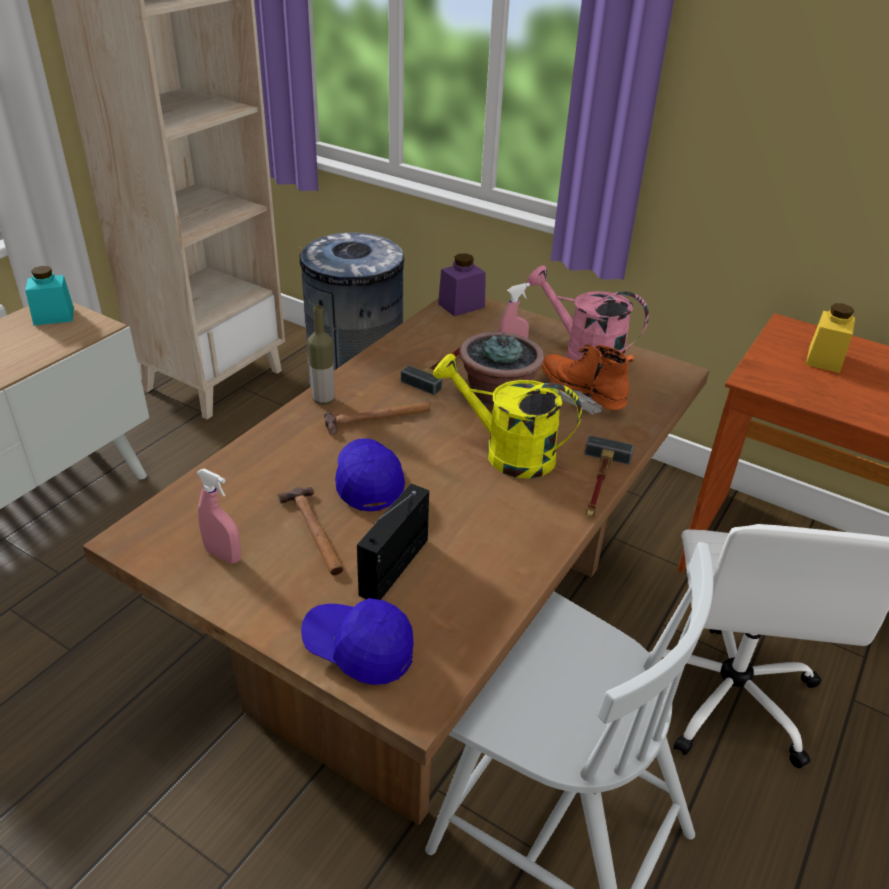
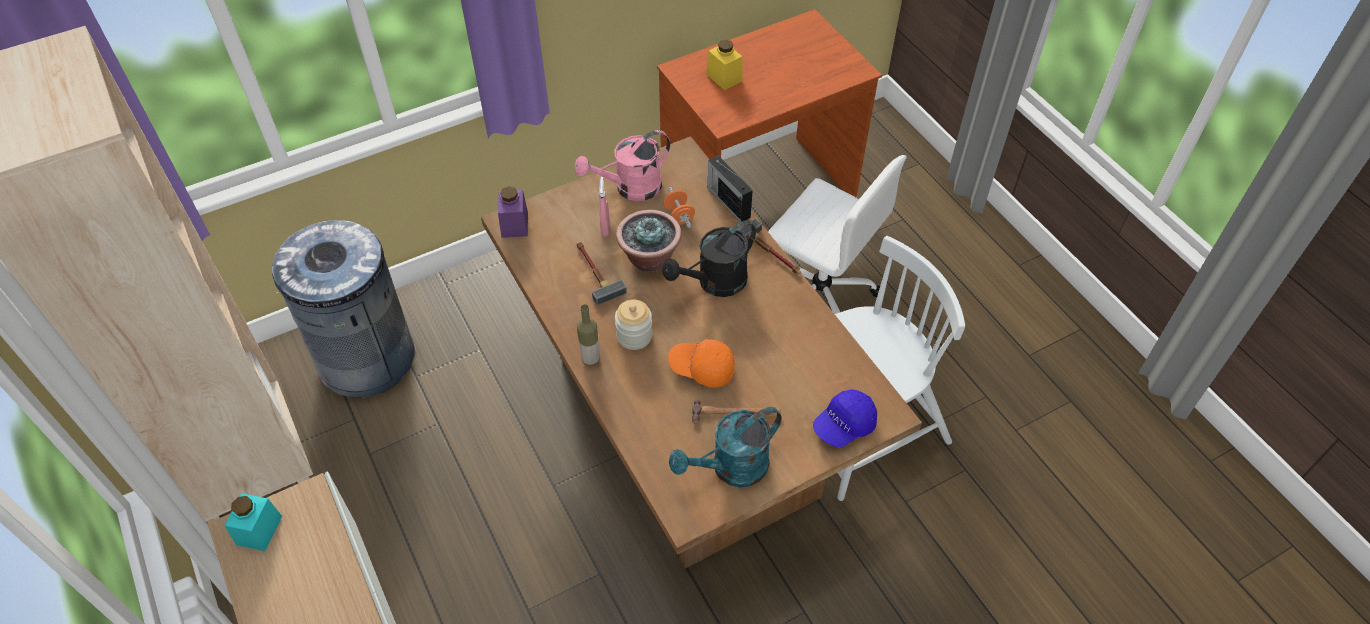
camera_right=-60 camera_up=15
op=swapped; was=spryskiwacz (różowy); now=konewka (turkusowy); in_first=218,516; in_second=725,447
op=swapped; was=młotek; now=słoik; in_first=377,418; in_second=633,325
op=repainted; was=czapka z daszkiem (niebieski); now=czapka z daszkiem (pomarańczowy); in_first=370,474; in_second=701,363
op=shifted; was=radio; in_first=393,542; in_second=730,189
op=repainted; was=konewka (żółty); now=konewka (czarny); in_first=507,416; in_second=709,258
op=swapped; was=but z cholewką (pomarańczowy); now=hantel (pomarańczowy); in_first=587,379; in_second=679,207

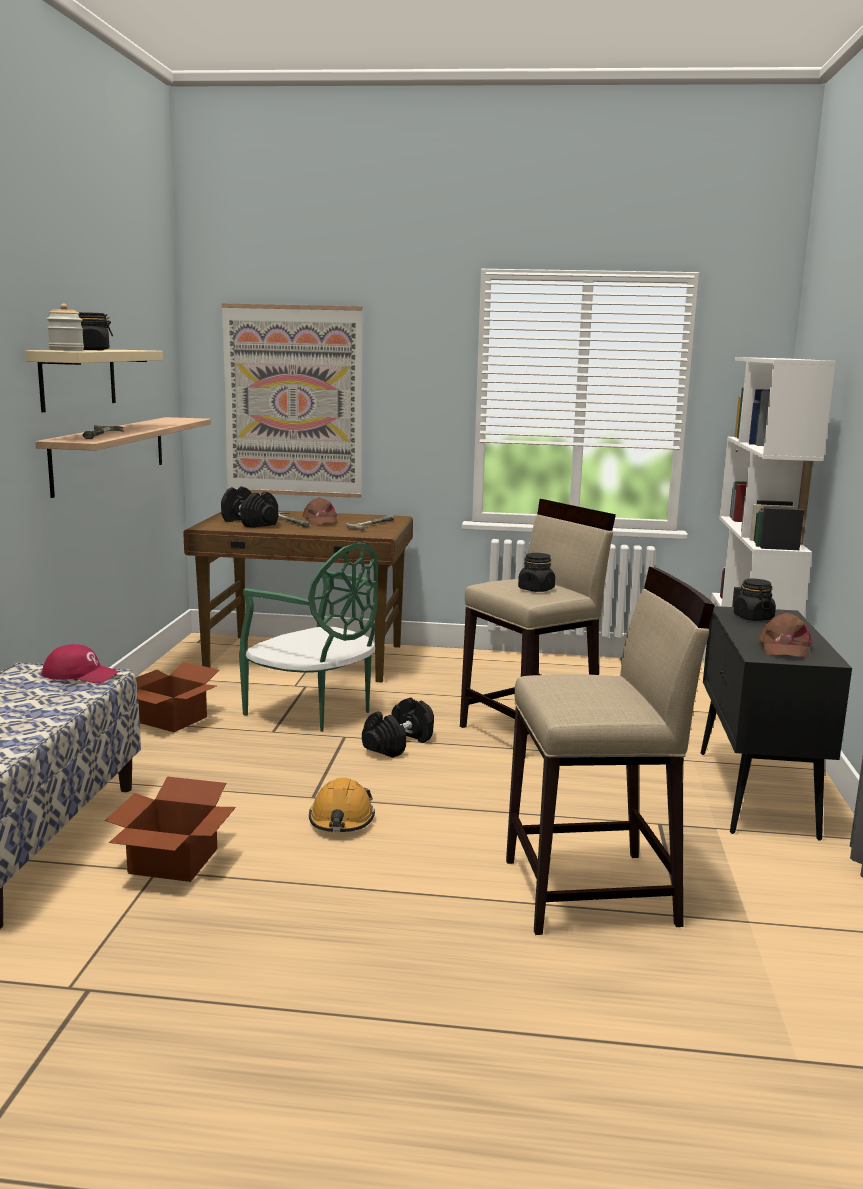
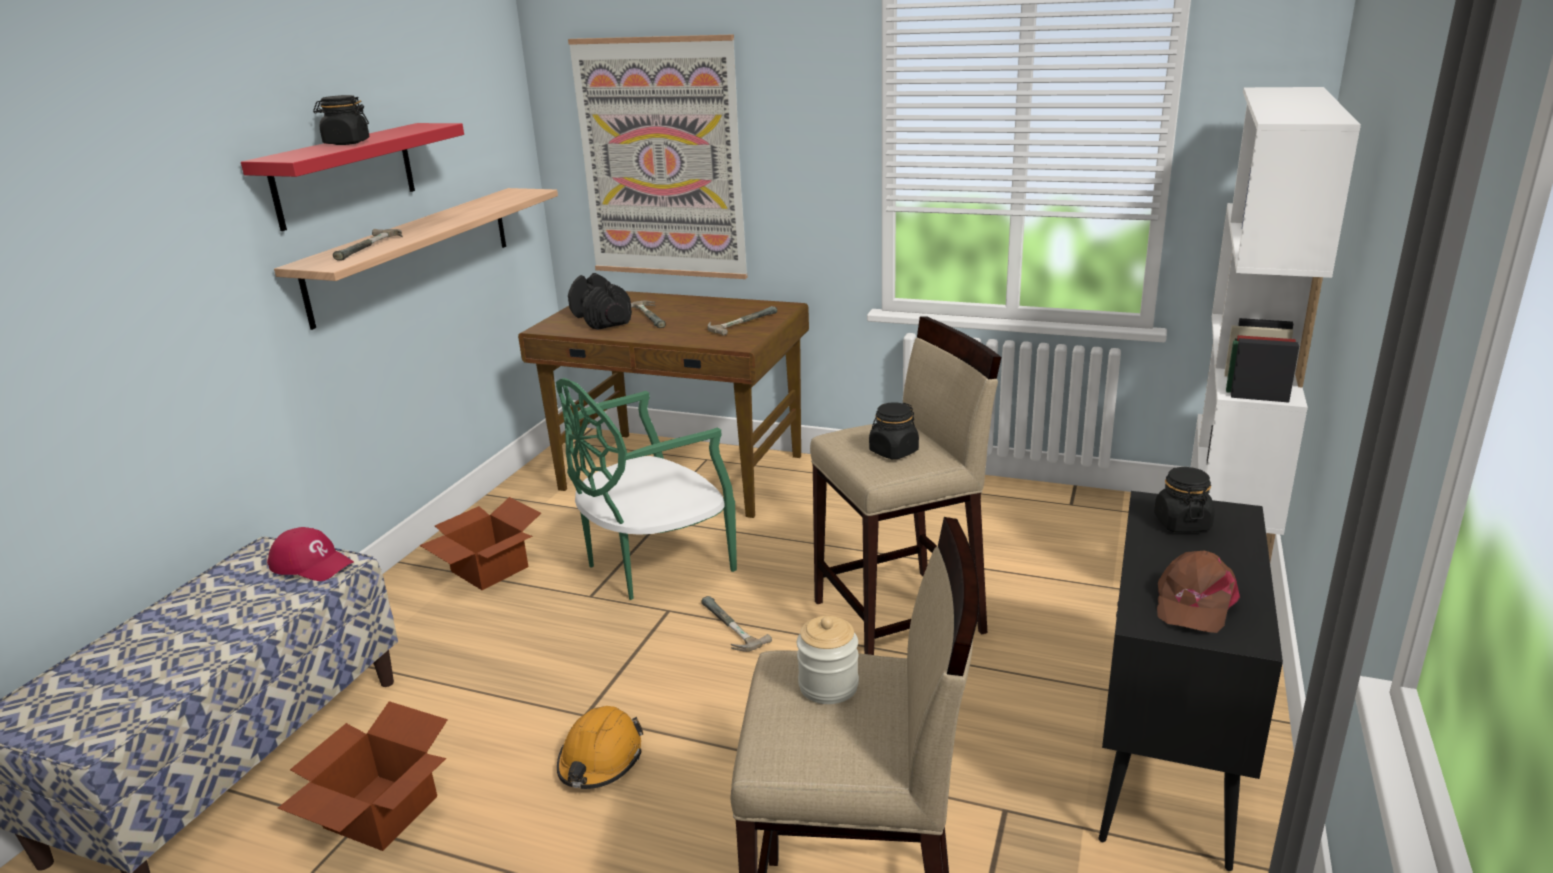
camera_right=15 camera_up=10
op=repainted; was=półka (beżowy); now=półka (czerwony); in_first=94,381; in_second=352,177
op=shifted; was=słoik; in_first=65,327; in_second=828,660
op=rotated; was=krzesło (zielony); in_first=308,637; in_second=646,489; clockwise=90
op=gone; was=czapka z daszkiem (brązowy); in_first=320,511
op=swapped; was=hantel (czarny); now=młotek; in_first=398,727; in_second=736,624

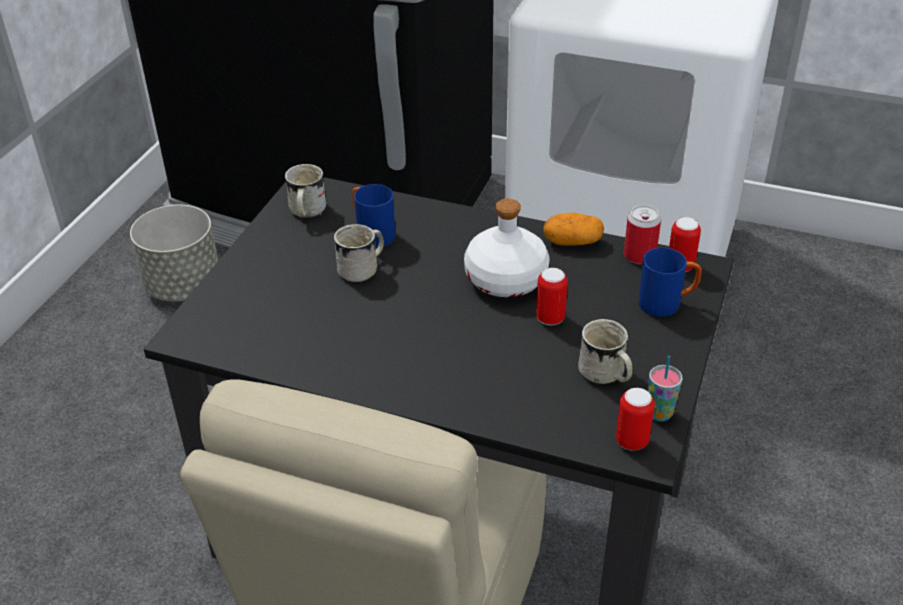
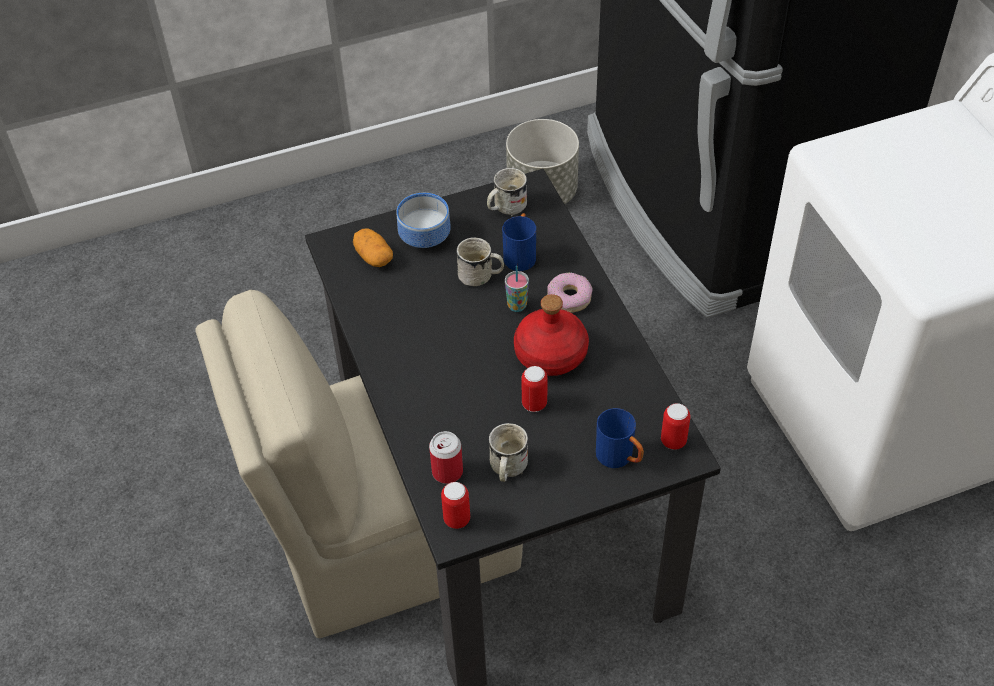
camera_right=50 camera_up=10
op=repainted; was=butelka (biały); now=butelka (czerwony); in_first=507,248; in_second=551,335
op=shifted; was=ziemniak; in_first=573,229; in_second=373,247
op=shifted; was=puszka; in_first=642,234; in_second=446,457
op=shifted; was=filiżanka; in_first=665,389; in_second=517,289
op=new; now=miska; in_second=423,220
op=new; now=donut; in_second=570,293

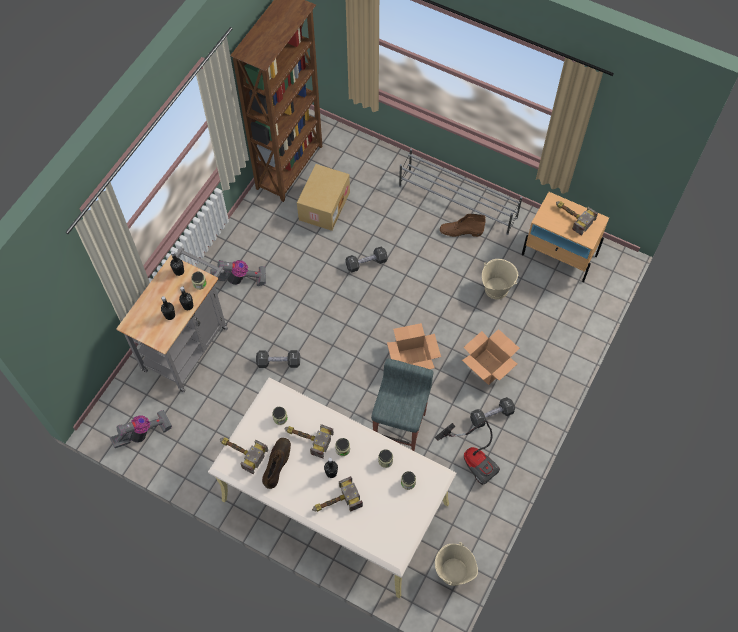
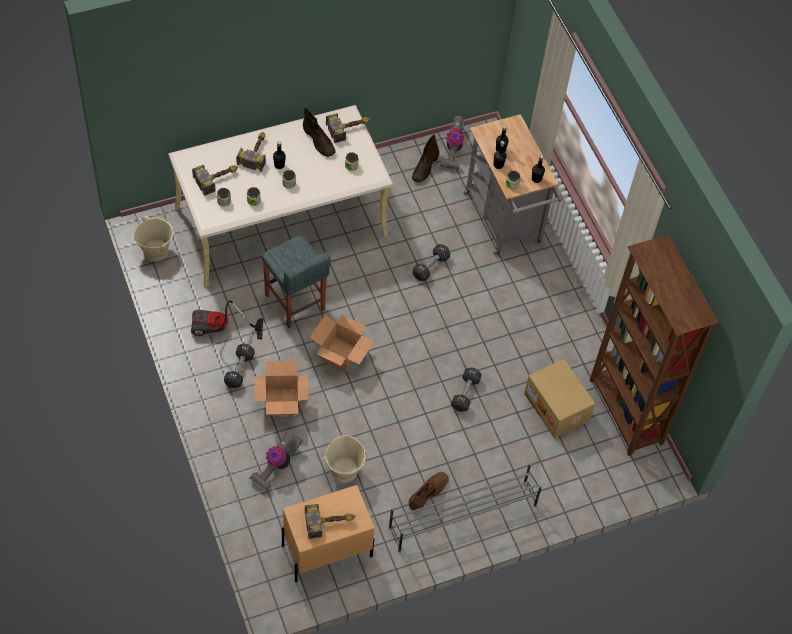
camera_right=125 camera_up=-5
op=shifted; was=odkurzacz; in_first=238,273; in_second=276,461
op=shifted; was=młotek; in_first=309,441; in_second=215,180
op=new; now=but z cholewką (brązowy); in_second=425,158

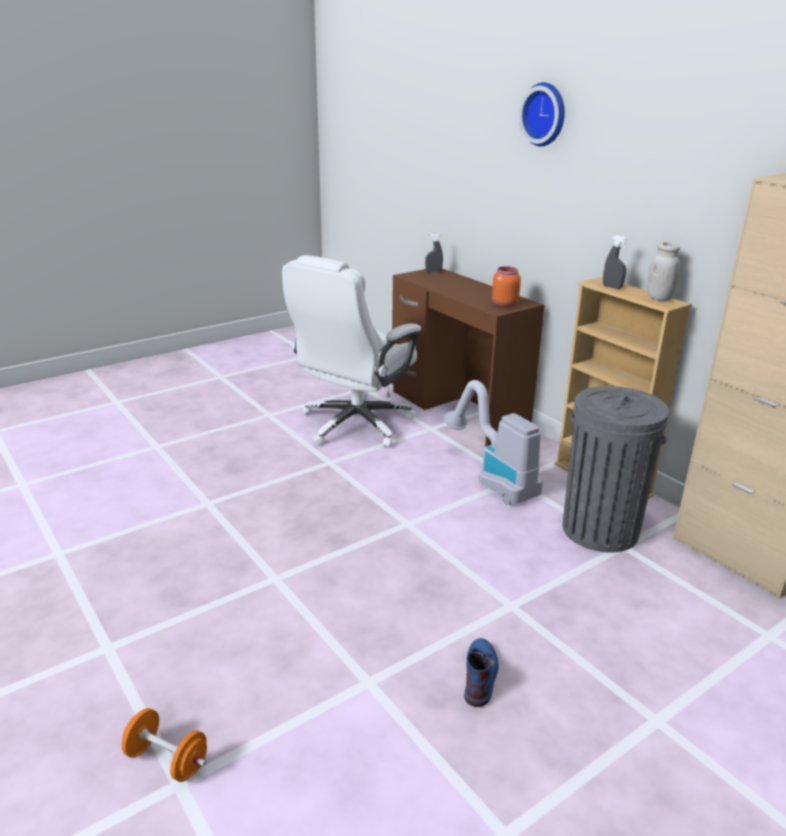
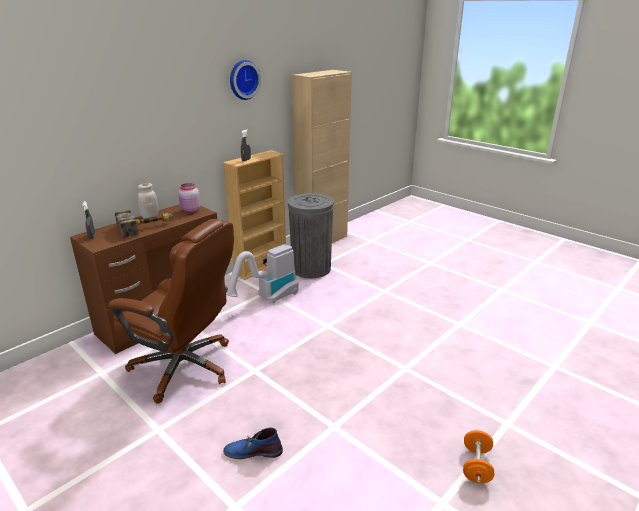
camera_right=-100 camera_up=0
op=shifted; was=hantel (pomarańczowy); in_first=164,745; in_second=478,456
op=repainted; was=krzesło biurowe (biały); now=krzesło biurowe (brązowy); in_first=351,351; in_second=171,311
op=shifted; was=but z cholewką (niebieski); in_first=481,672; in_second=253,443
op=repainted; was=słoik (pomarańczowy); now=słoik (różowy); in_first=506,287; in_second=189,198
op=shifted; was=zegar ścienny; in_first=542,114; in_second=245,80
op=shifted; was=słoik (biały); in_first=663,271; in_second=148,200
op=new; now=młotek; in_second=144,224

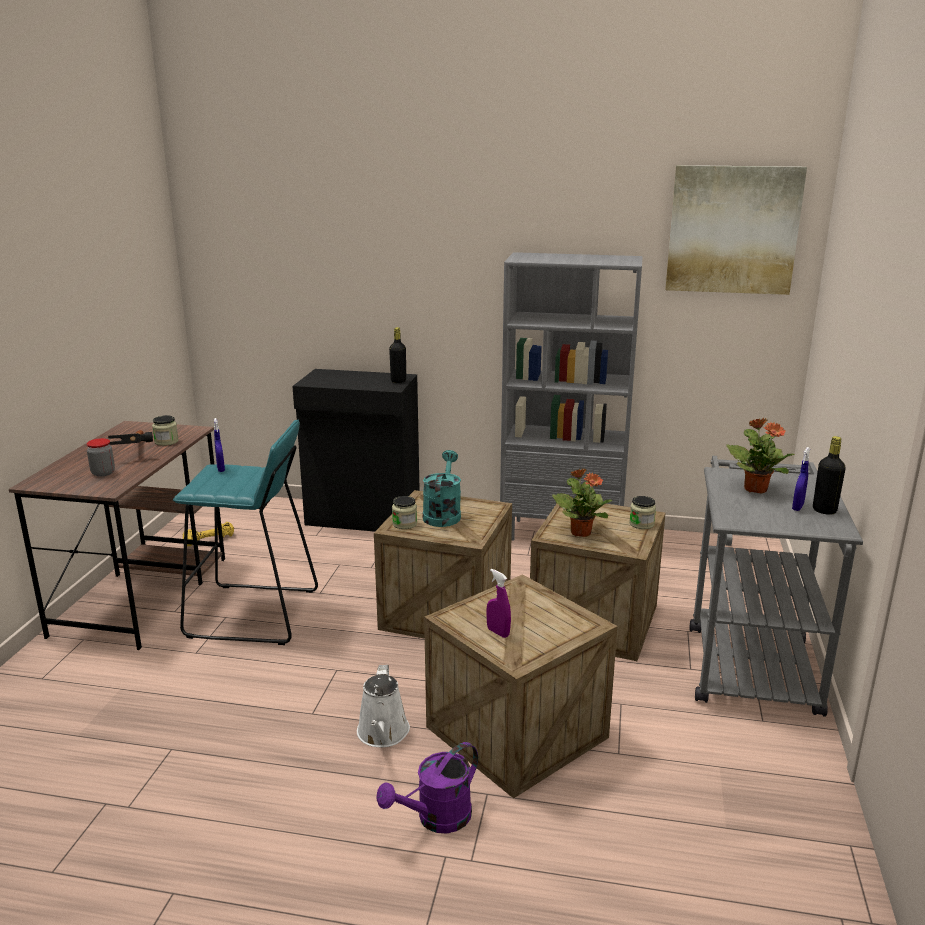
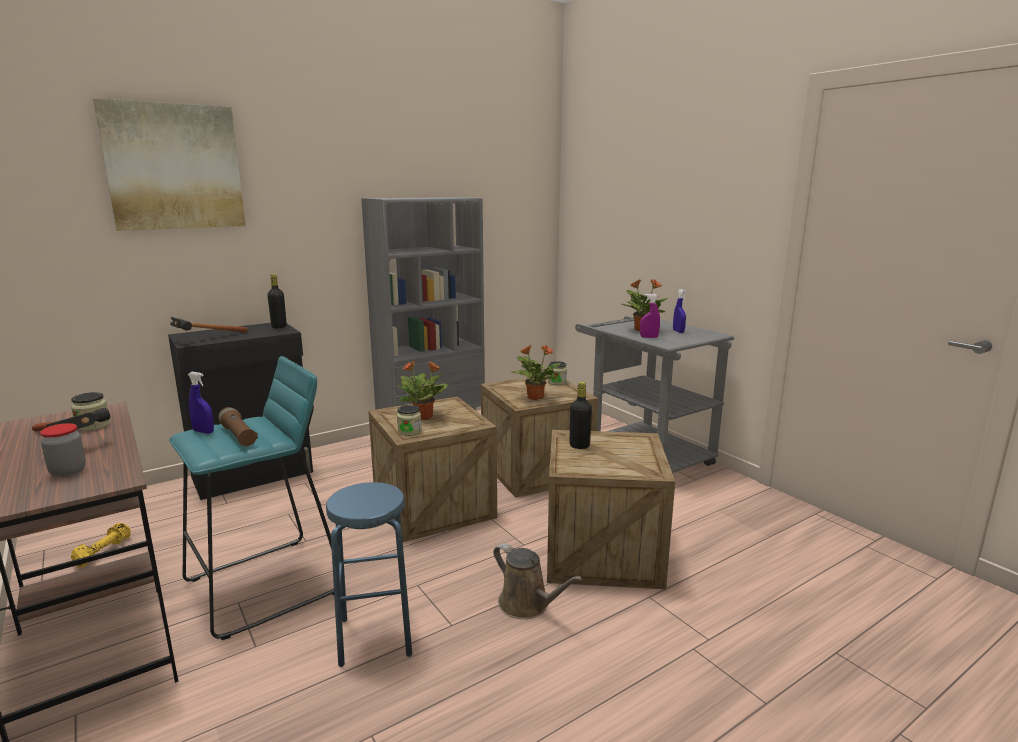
camera_right=-45 camera_up=-5
op=repainted; was=konewka (biały); now=konewka (brązowy); in_first=383,706; in_second=537,581
op=gone; was=konewka (fioletowy); in_first=427,788
op=swapped; was=konewka (turkusowy); now=roślina doniczkowa; in_first=442,488; in_second=422,390
op=shifted; was=spryskiwacz (fioletowy); in_first=498,603; in_second=650,316
op=shifted; was=obraz; in_first=736,230; in_second=169,165
op=shifted; was=butelka (czarny); in_first=829,475; in_second=581,415
op=new; now=młotek; in_second=208,324
op=new; now=latarka (brązowy); in_second=238,426
op=new; now=stołek (niebieski); in_second=369,574

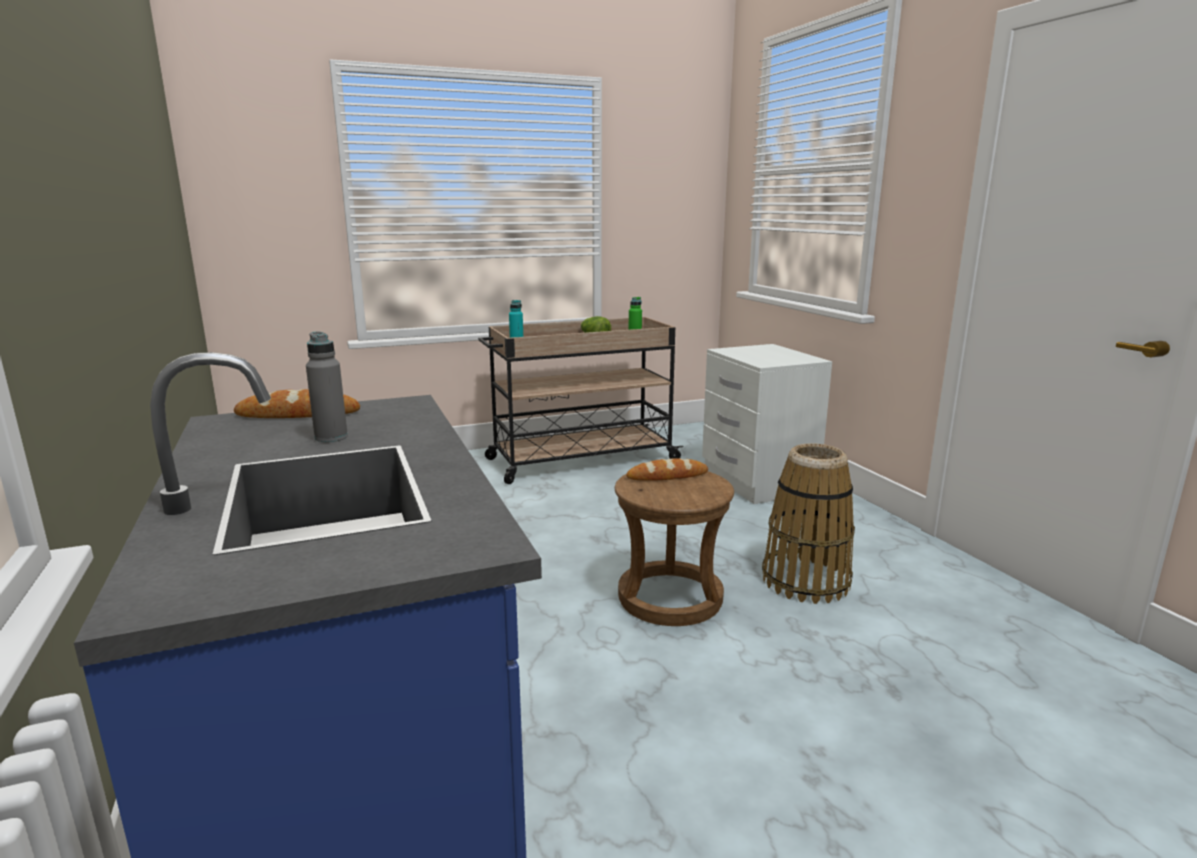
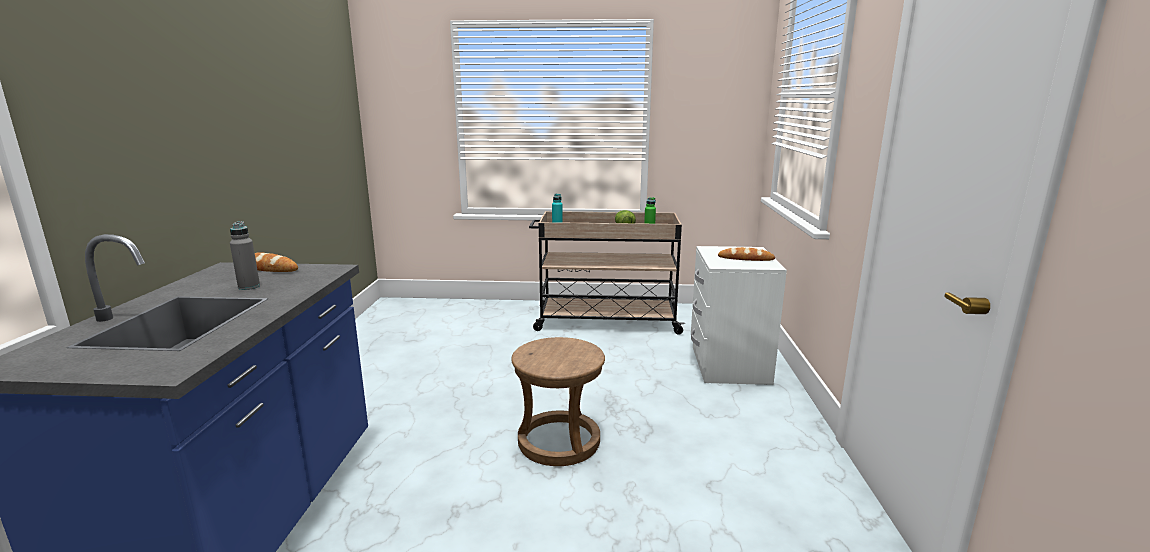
camera_right=25 camera_up=0
op=shifted; was=chleb; in_first=667,469; in_second=746,254
op=gone; was=koszyk; in_first=808,523

